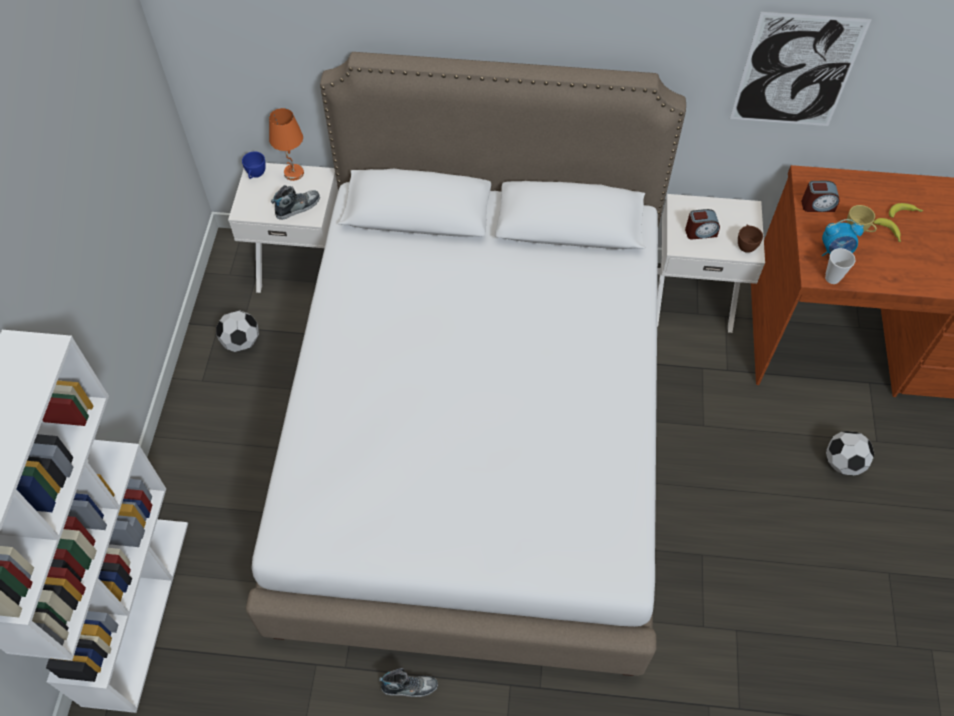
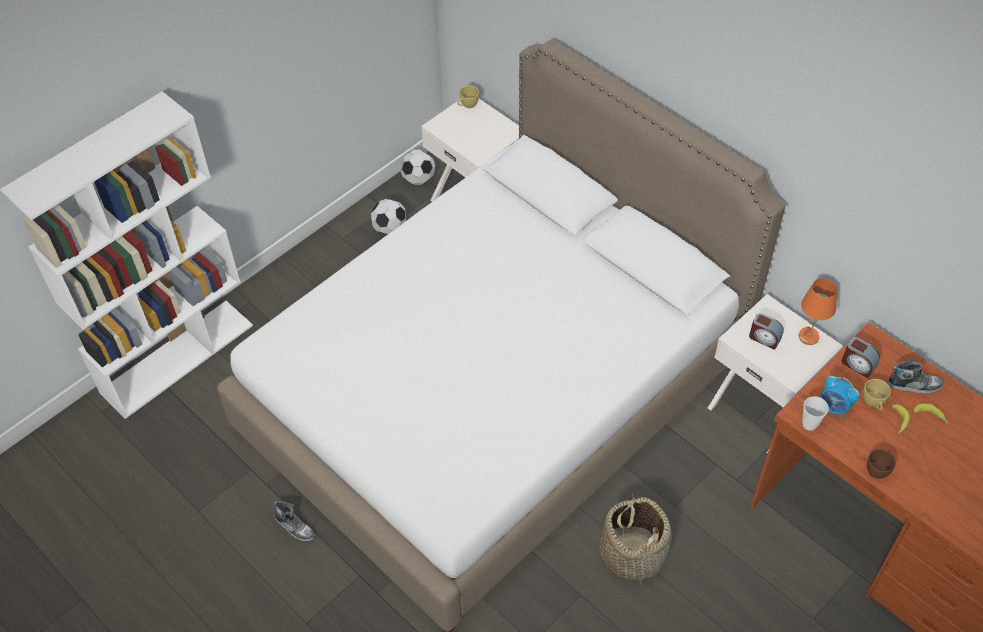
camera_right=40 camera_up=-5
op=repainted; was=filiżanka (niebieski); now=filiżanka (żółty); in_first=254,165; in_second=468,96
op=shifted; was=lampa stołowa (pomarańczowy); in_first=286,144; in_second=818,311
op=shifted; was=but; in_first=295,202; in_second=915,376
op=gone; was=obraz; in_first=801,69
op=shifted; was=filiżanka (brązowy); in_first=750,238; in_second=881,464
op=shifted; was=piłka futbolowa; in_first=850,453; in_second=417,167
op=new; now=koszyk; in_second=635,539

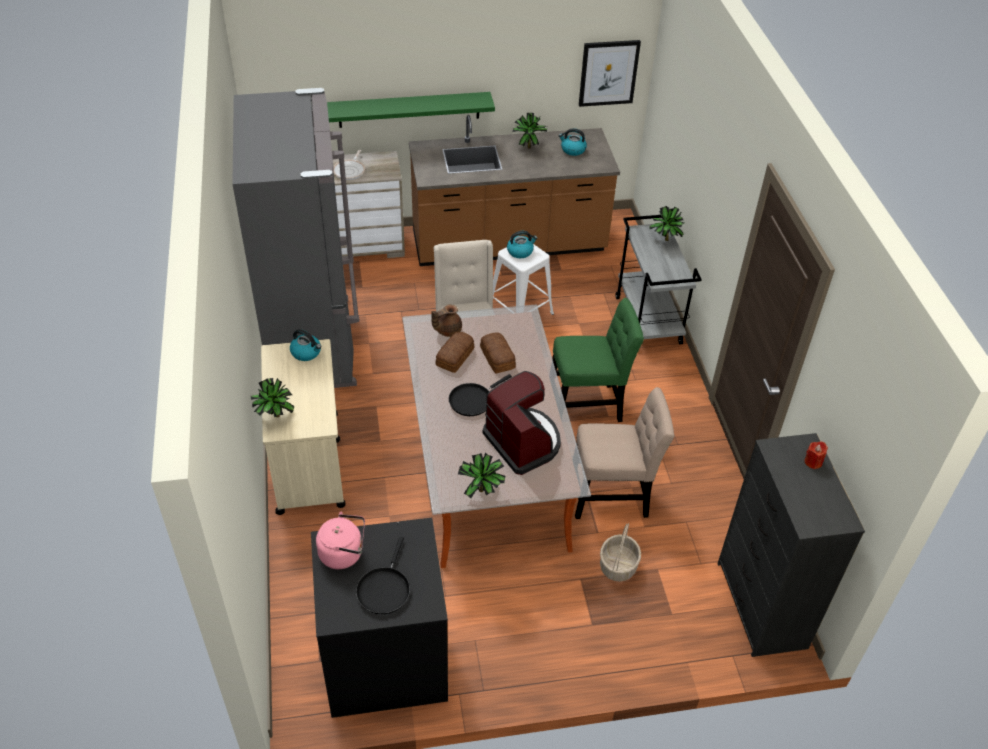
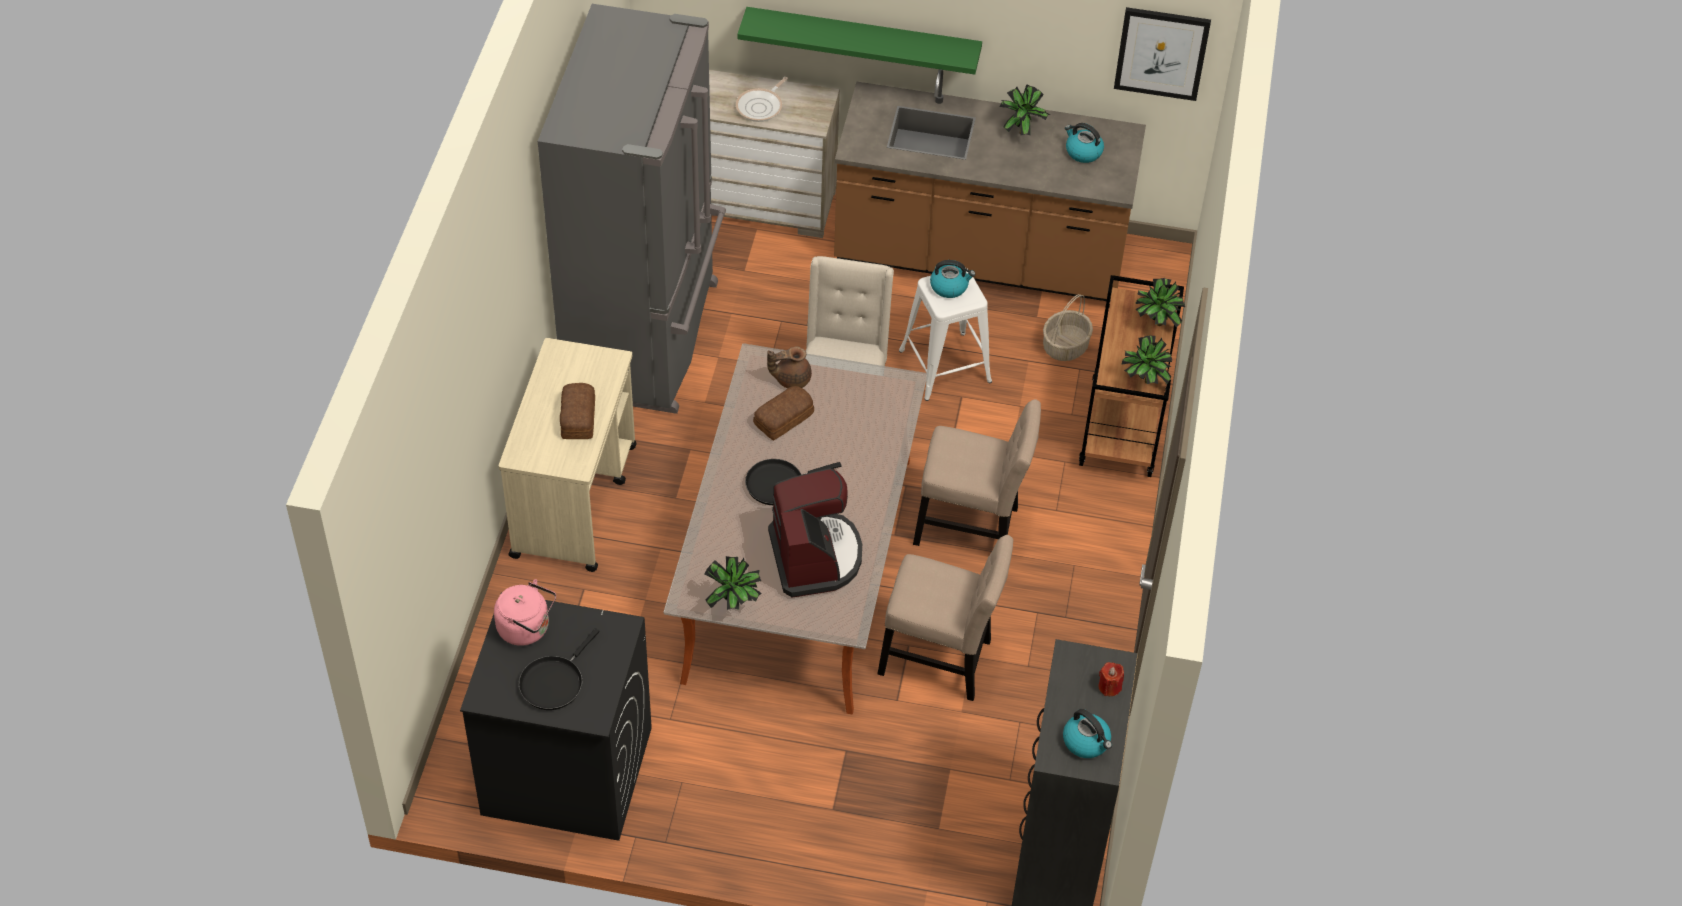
camera_right=20 camera_up=5
op=shifted; was=roślina doniczkowa; in_first=272,397; in_second=1147,359
op=shifted; was=czajnik; in_first=305,345; in_second=1087,733
op=shifted; was=chleb; in_first=498,353; in_second=577,411
op=repainted; was=krzesło (zielony); now=krzesło (beżowy); in_first=598,360; in_second=977,472
op=shifted; was=koszyk; in_first=620,552; in_second=1068,327
op=repainted; was=wózek (szary); now=wózek (brązowy); in_first=658,279; in_second=1131,376

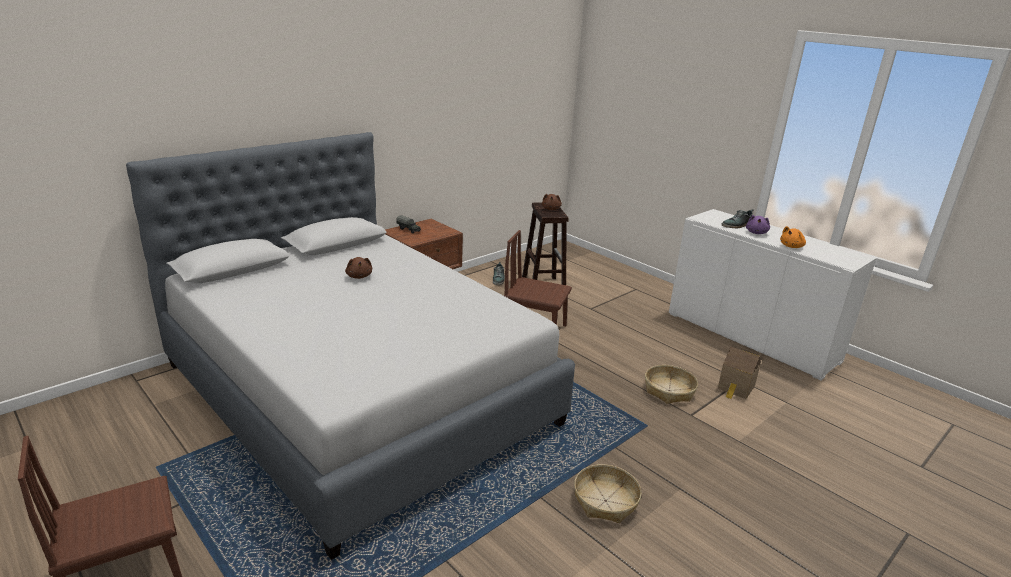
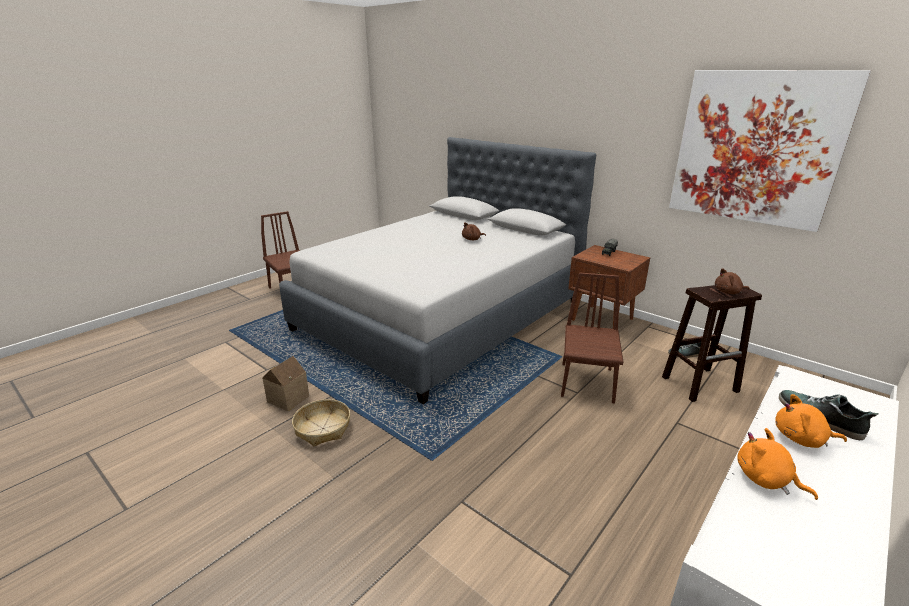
camera_right=85 camera_up=0
op=gone; was=koszyk; in_first=671,384
op=shifted; was=domek; in_first=739,372; in_second=286,383
op=repainted; was=pluszak (fioletowy); now=pluszak (pomarańczowy); in_first=758,224; in_second=811,421
op=new; now=obraz; in_second=770,151

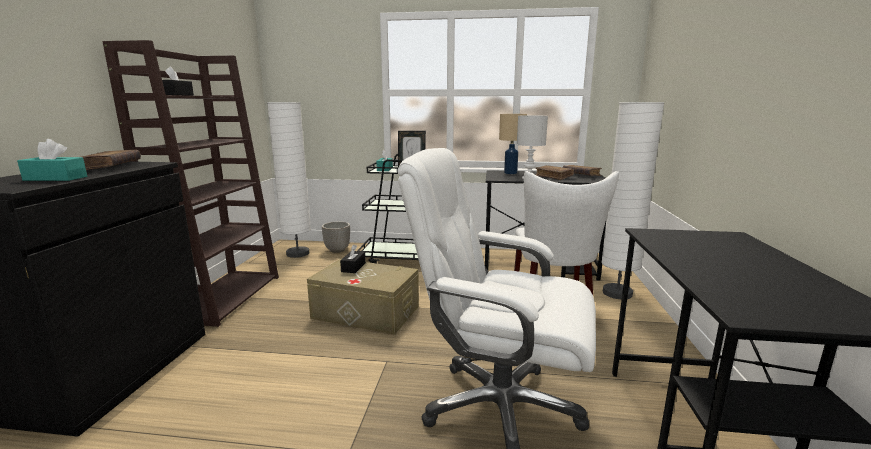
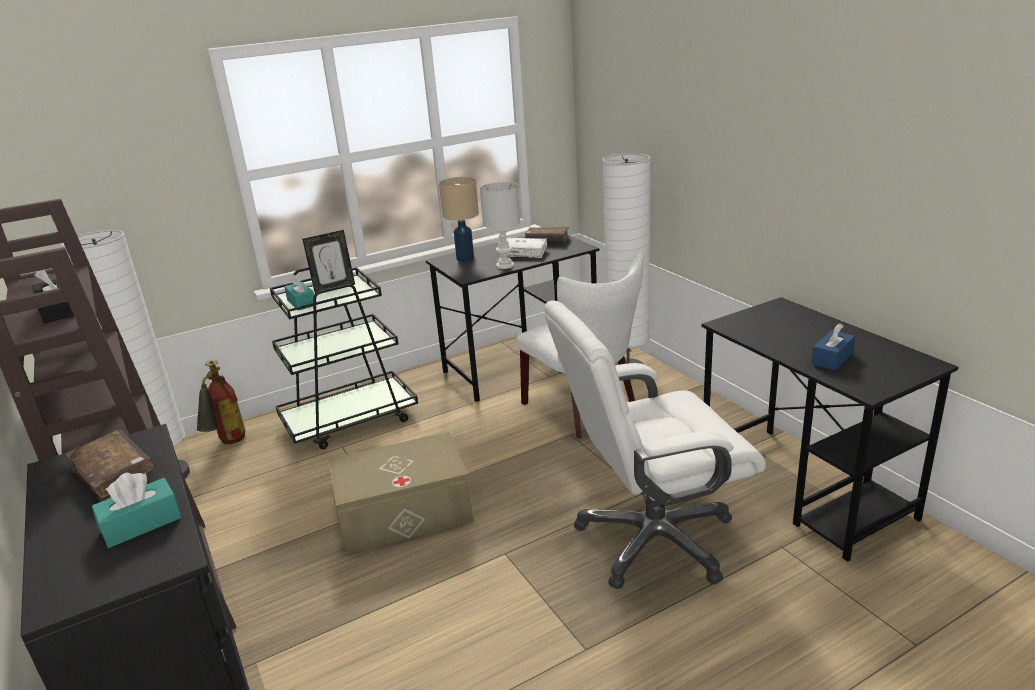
camera_right=-35 camera_up=10
op=swapped; was=donica; now=gaśnica; in_first=336,237; in_second=221,402
op=gone; was=pudełko chusteczek (czarny); in_first=353,258
op=repainted; was=książka (brązowy); now=książka (biały); in_first=554,172; in_second=526,248
op=new; now=pudełko chusteczek (niebieski); in_second=833,347

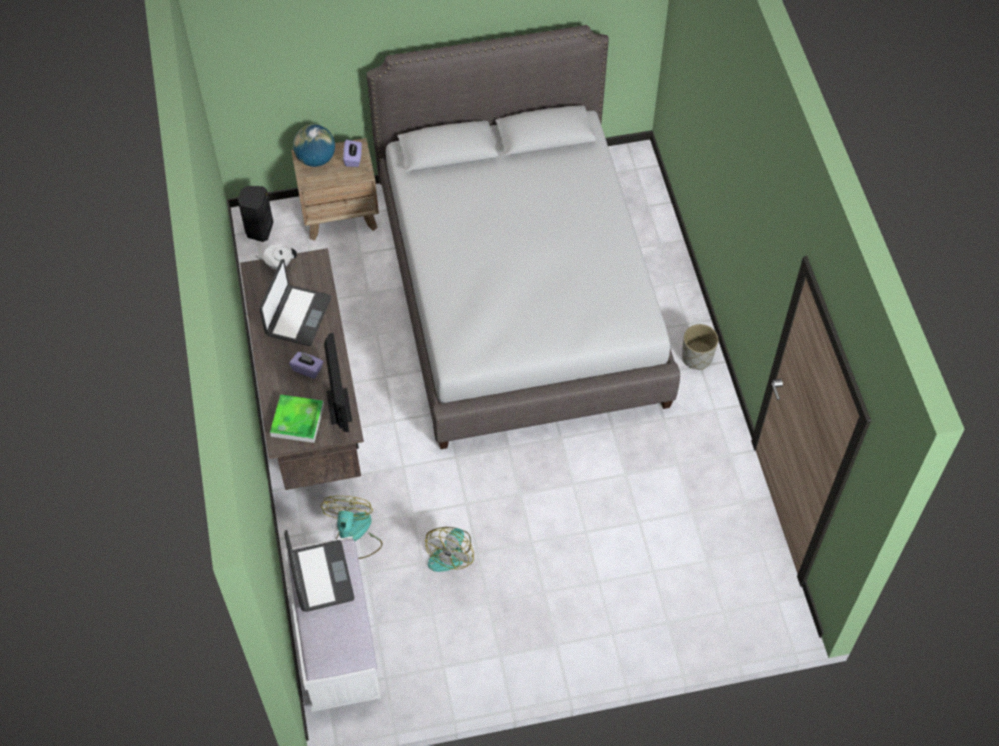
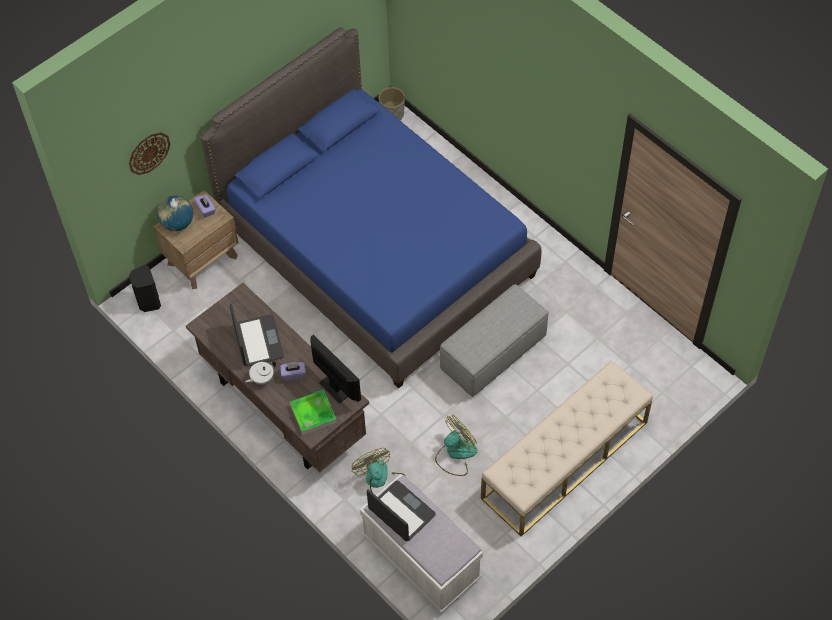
camera_right=-30 camera_up=0
op=shifted; was=imbryk (biały); in_first=276,256; in_second=260,372
op=repainted; was=łóżko (szary); now=łóżko (niebieski); in_first=523,237; in_second=371,208
op=rotated; was=wentylator; in_first=449,549; in_second=456,445; clockwise=-120
op=shifted; was=donica (szary); in_first=700,347; in_second=392,103
op=new; now=zegar ścienny; in_second=149,153
op=new; now=pufa (szary); in_second=494,340
op=new; now=ławka (beżowy); in_second=567,449

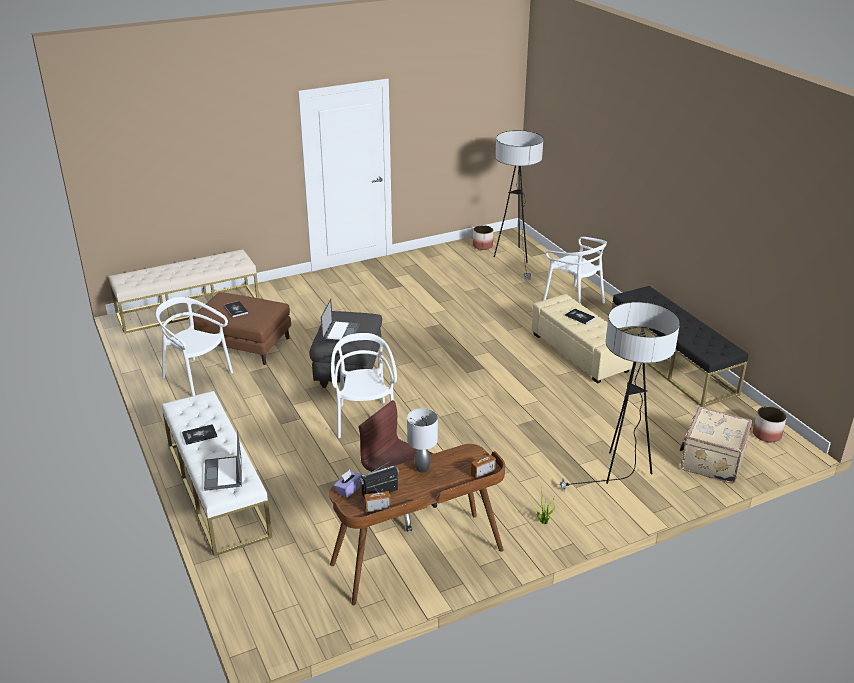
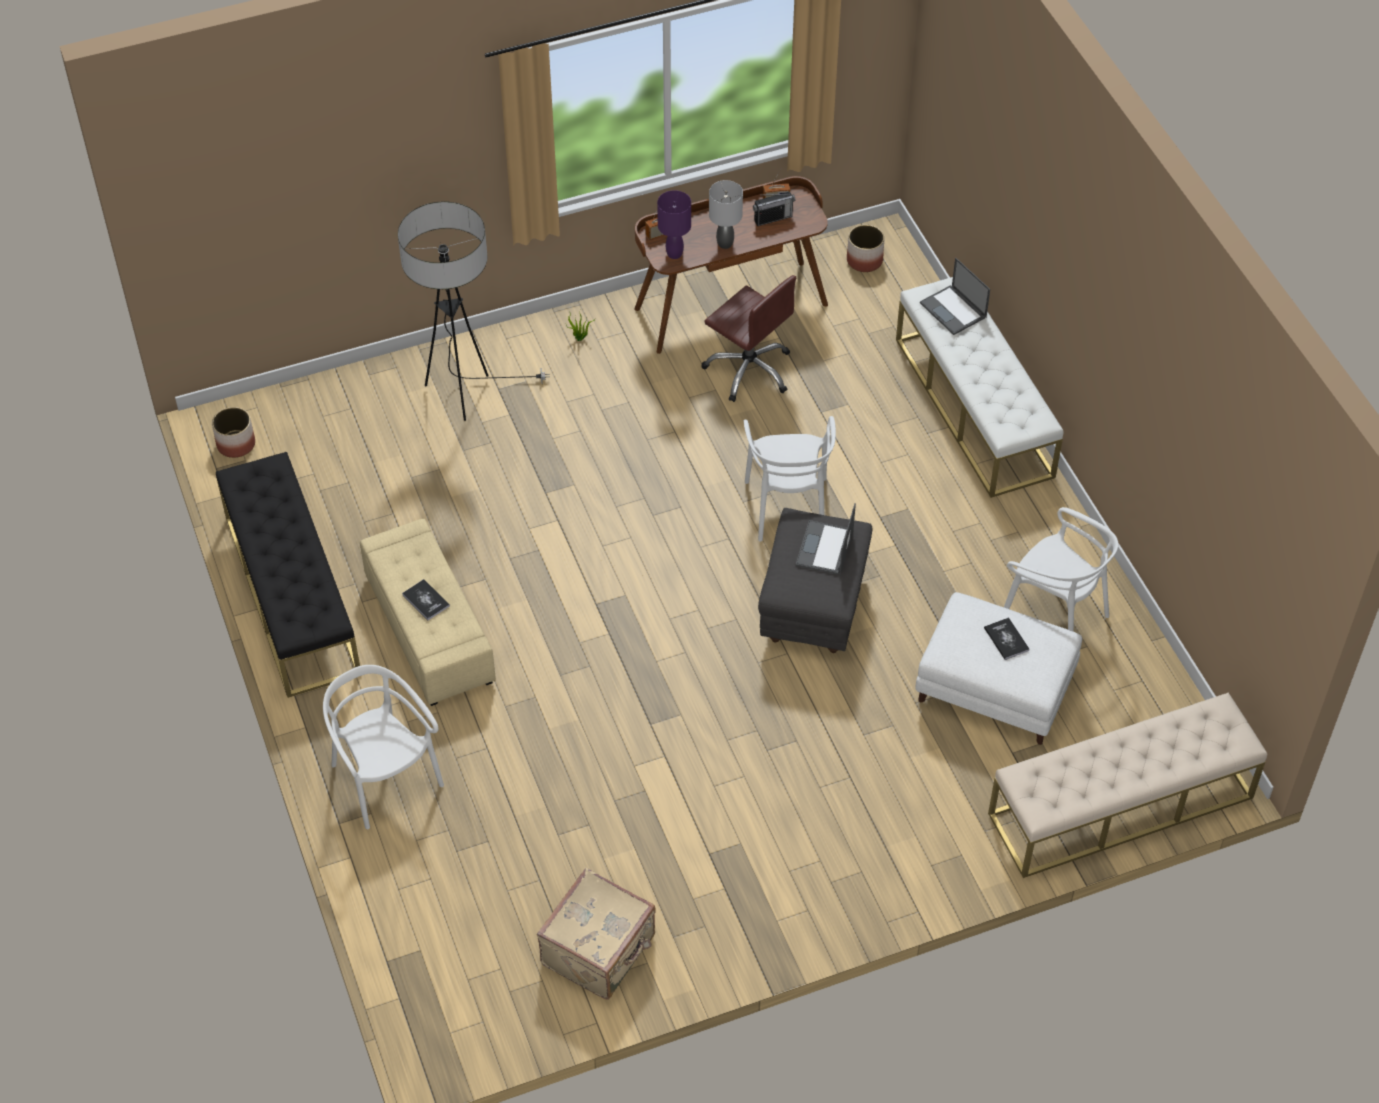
camera_right=-175 camera_up=20
op=gone; was=książka; in_first=200,434
op=repainted; was=pufa (brązowy); now=pufa (biały); in_first=242,328; in_second=998,668
op=rotated; was=laptop; in_first=223,461; in_second=955,296; clockwise=150
op=gone; was=pudełko chusteczek (fioletowy); in_first=348,484
op=shifted; was=donica; in_first=483,237; in_second=866,248
op=gone; was=lampa stojąca; in_first=518,205
op=shifted; was=walizka (beżowy); in_first=716,444; in_second=596,934
op=new; now=lampa stołowa (fioletowy); in_second=674,224

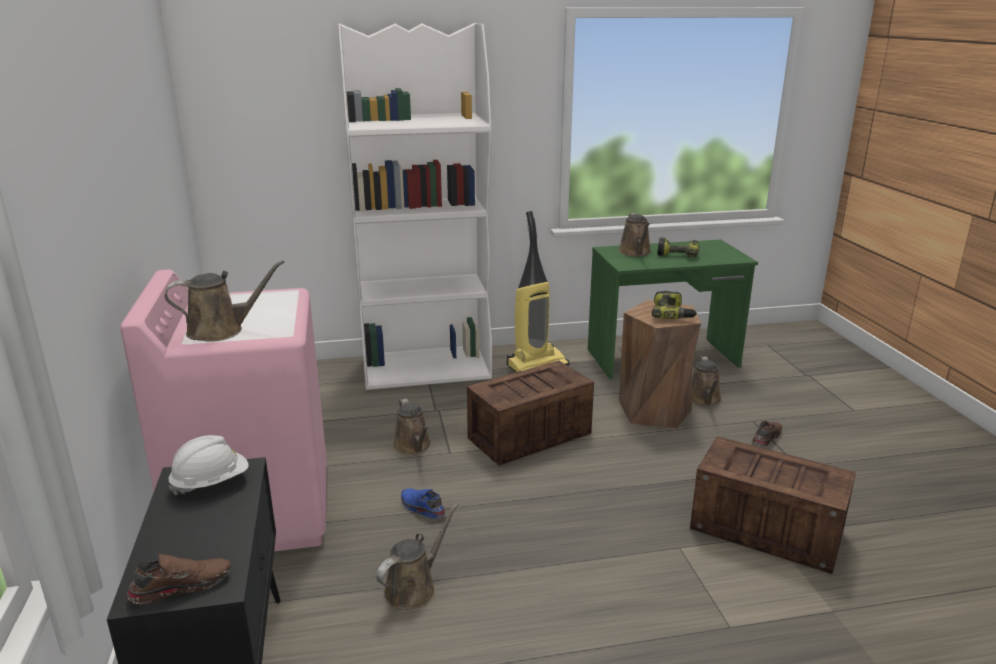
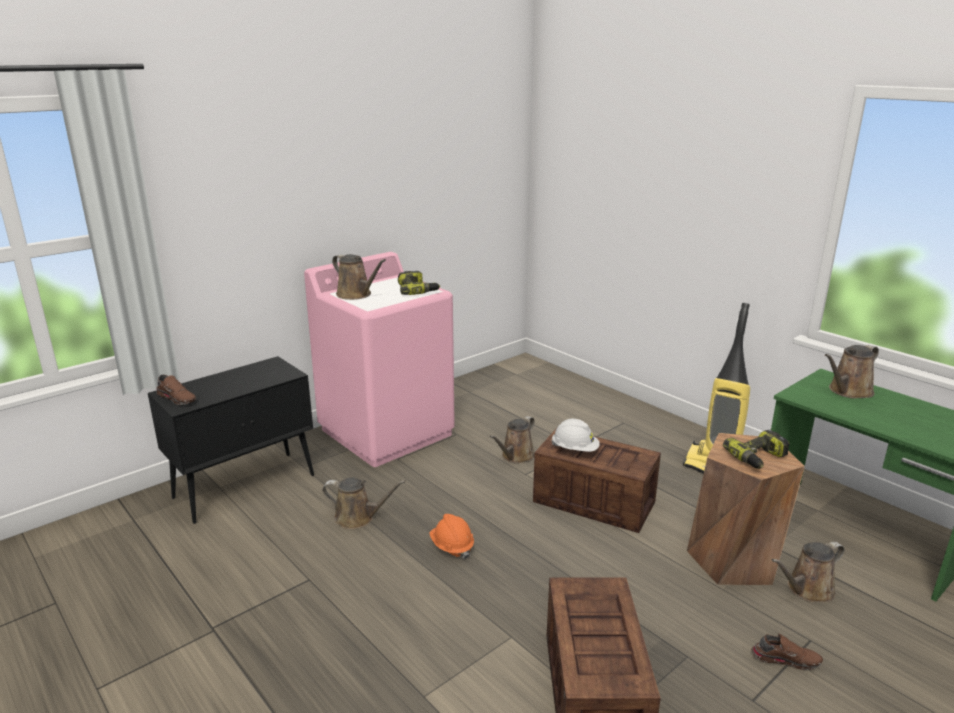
camera_right=60 camera_up=0
op=shifted; was=kask (biały); in_first=208,465; in_second=575,435
op=gone; was=regał (biały); in_first=415,206
op=gone; was=but (niebieski); in_first=423,503
op=shifted; was=wiertarka; in_first=678,248; in_second=419,283
op=new; now=kask (pomarańczowy); in_second=451,536

